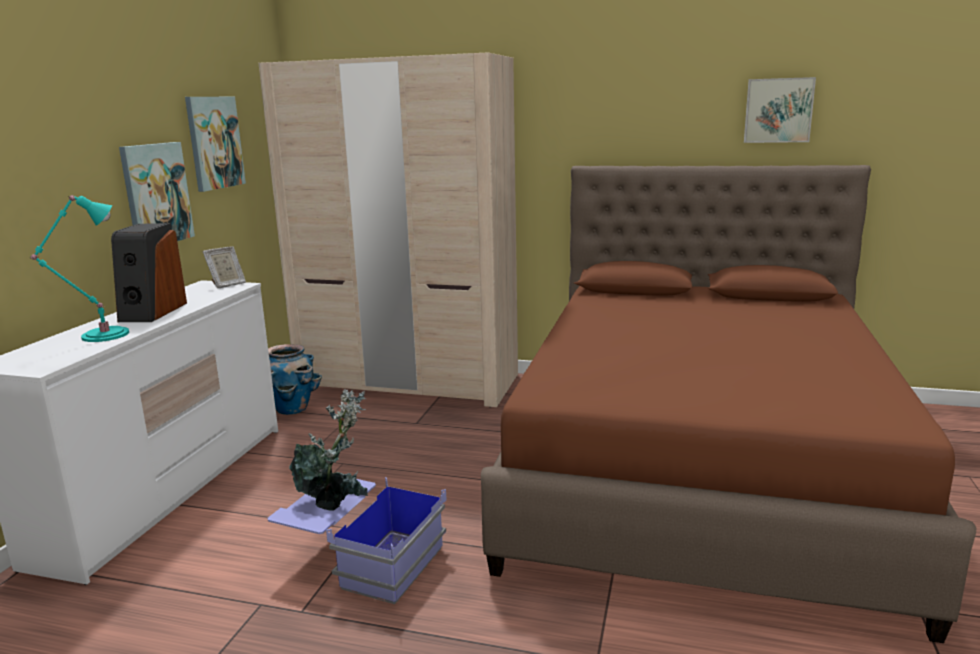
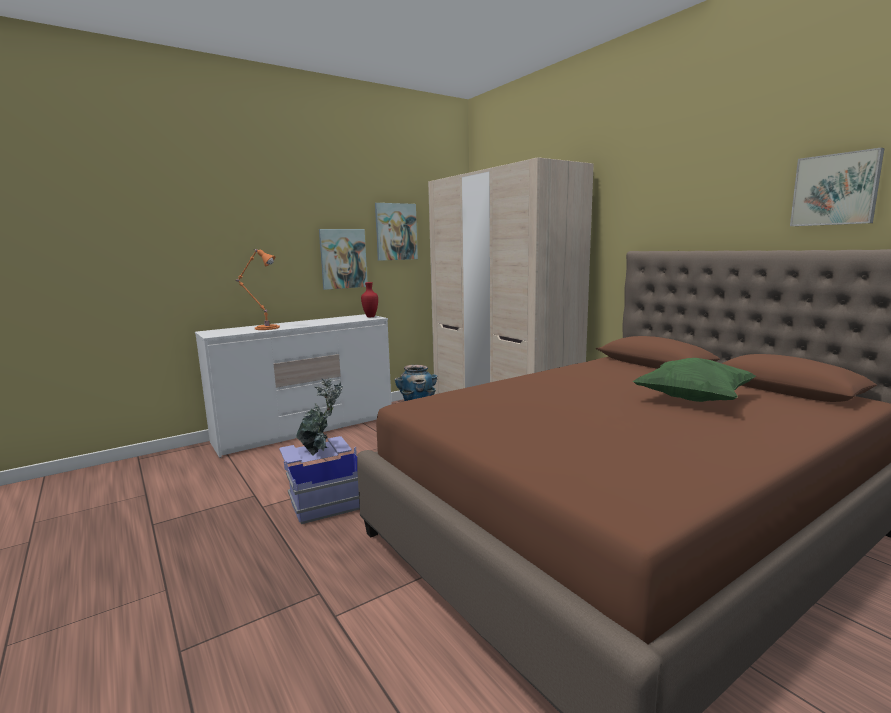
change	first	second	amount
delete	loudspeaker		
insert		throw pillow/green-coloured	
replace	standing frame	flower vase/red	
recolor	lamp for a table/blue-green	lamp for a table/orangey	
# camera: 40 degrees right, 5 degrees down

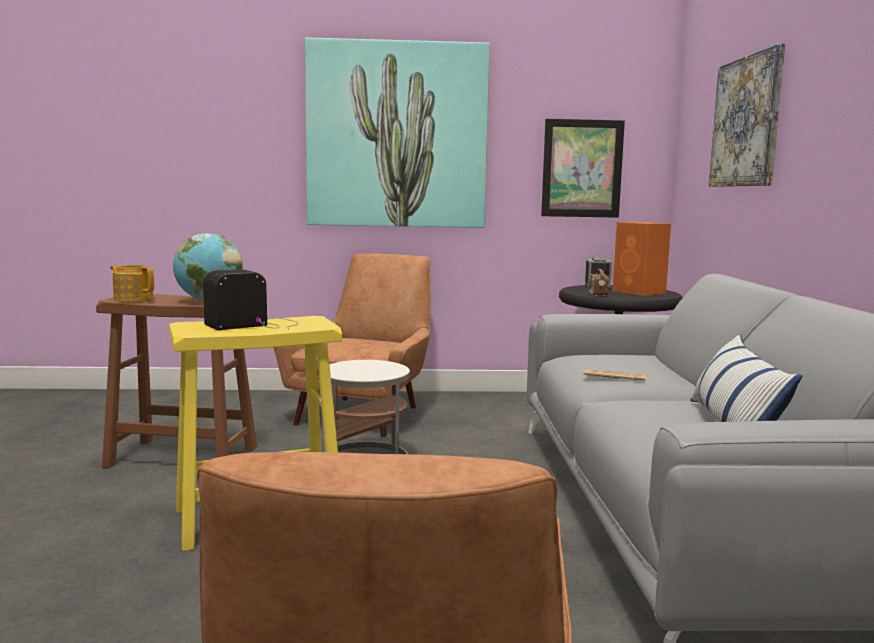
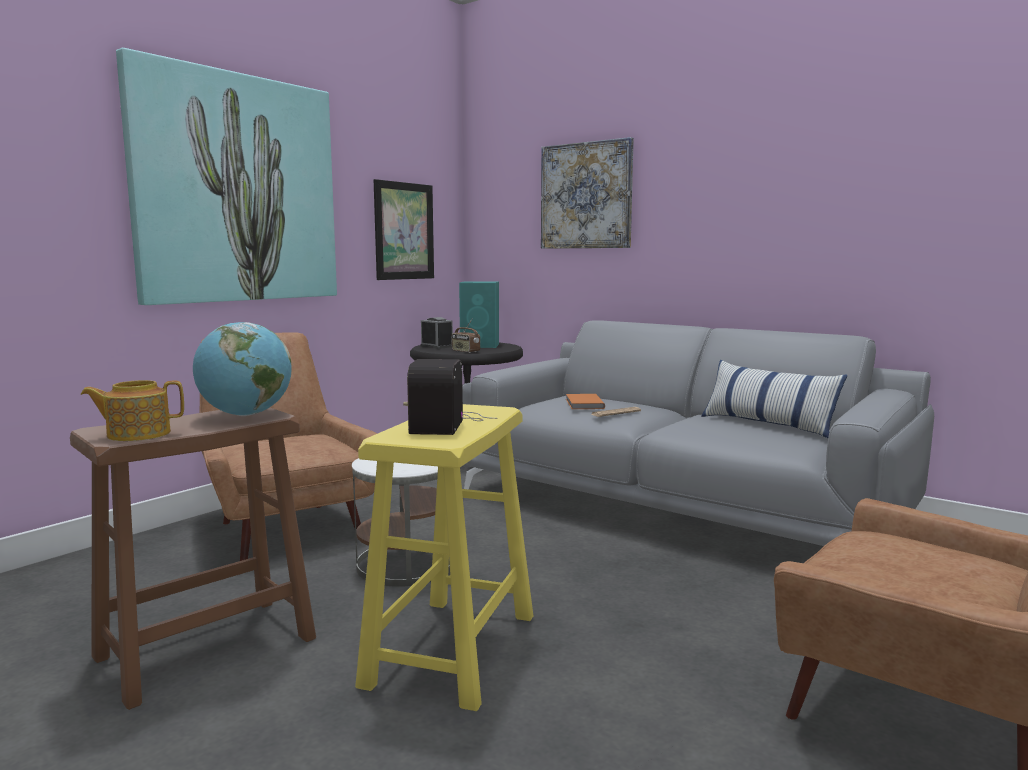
change	first	second	amount
insert		volume/orangey	
recolor	loudspeaker/orangey	loudspeaker/blue-green	
# camera: 50 degrees left, 0 degrees up

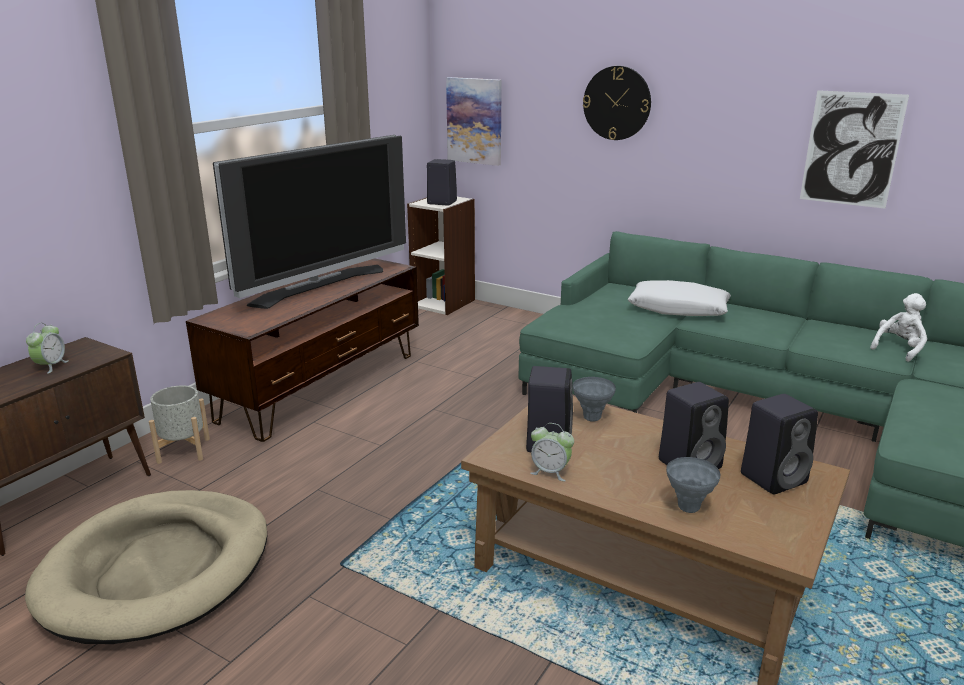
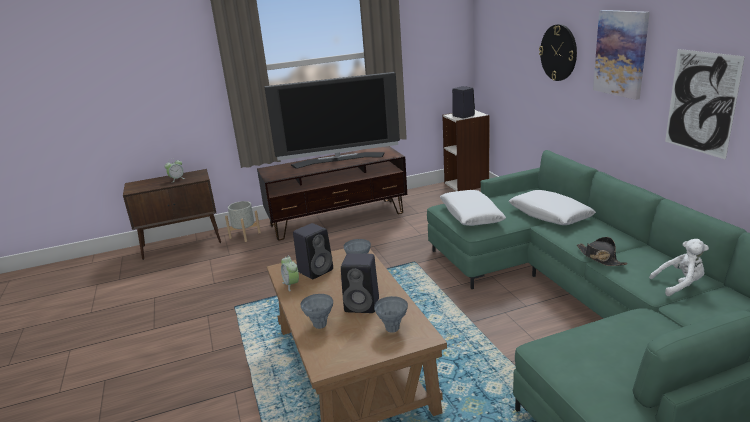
change	first	second	amount
delete	pet bed/beige		
insert		throw pillow/whitish (1st from left)	
insert		clothing hat/blackish	
move	picture (1st from left)		
replace	loudspeaker/blackish (4th from left)	flower vase/grey (3rd from left)	
# camera: 40 degrees right, 0 degrees up

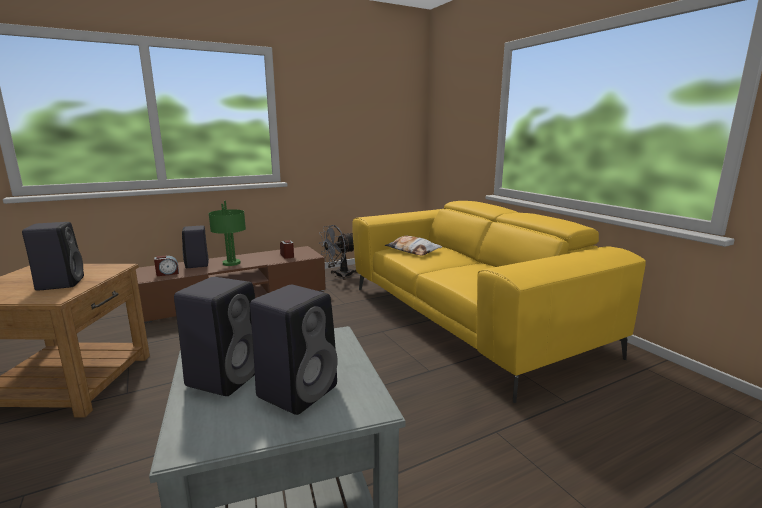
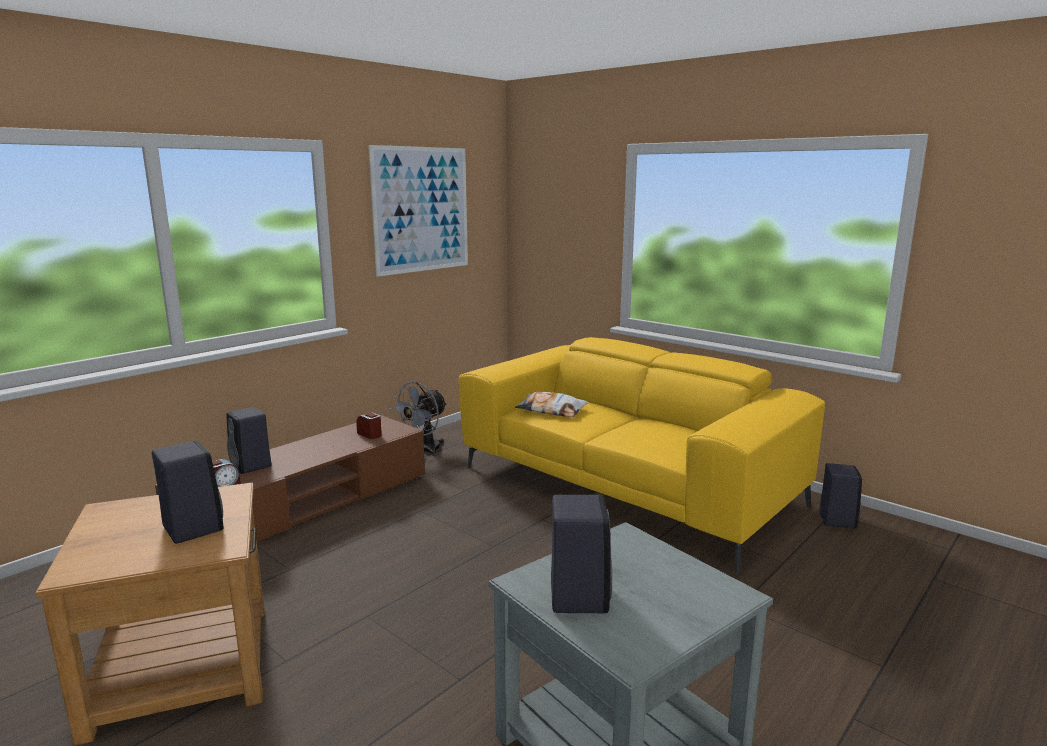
change	first	second	amount
delete	lamp for a table/green-coloured		
insert		picture	
move	loudspeaker/blackish (4th from left)		
# camera: 20 degrees left, 0 degrees up

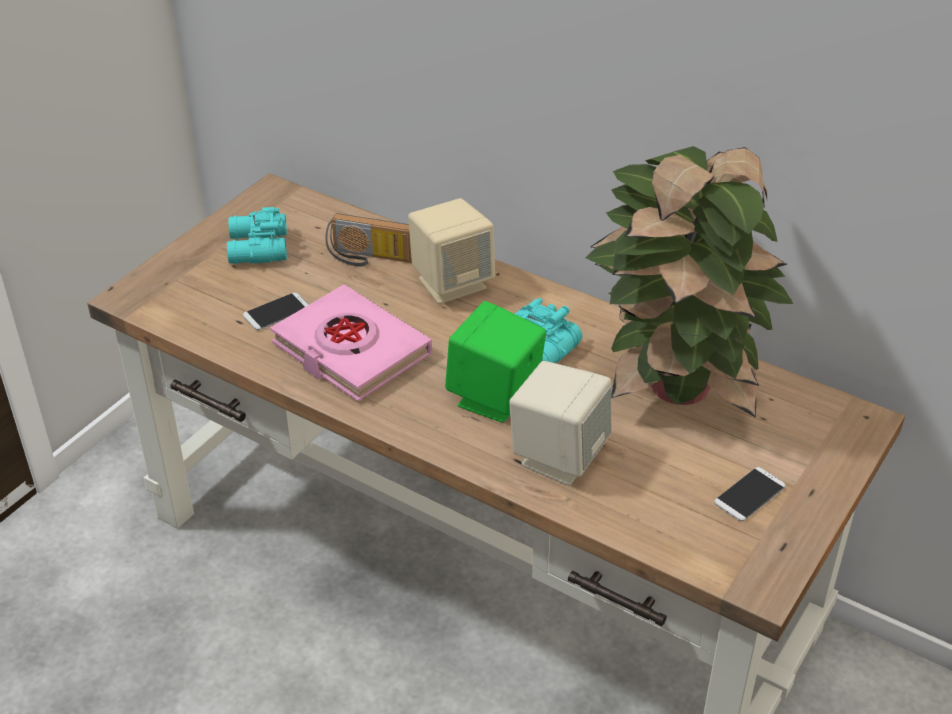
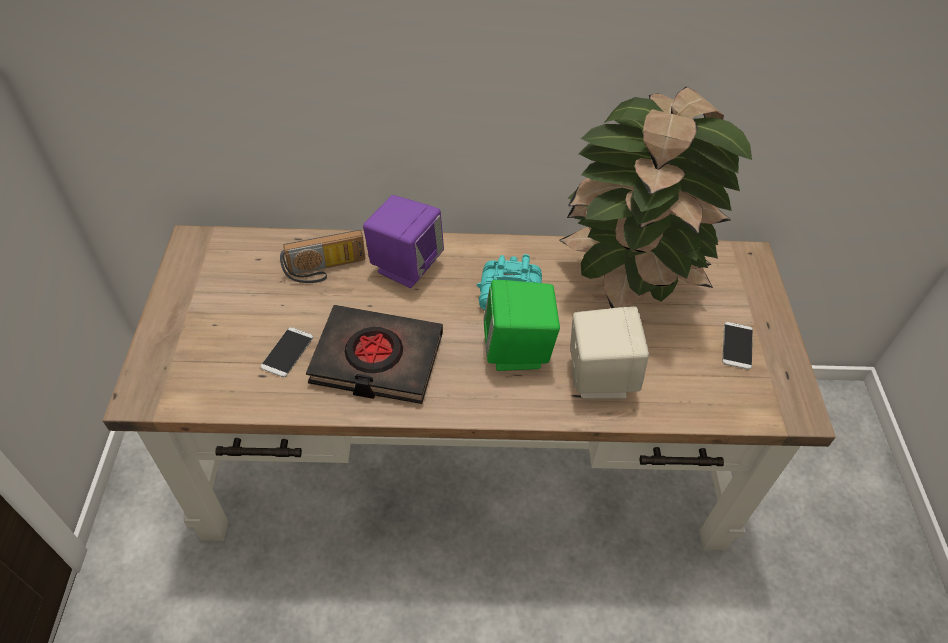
change	first	second	amount
delete	field glasses/blue-green (1st from left)		
recolor	volume/pink	volume/blackish	
recolor	loudspeaker/beige (1st from left)	loudspeaker/purplish	
# camera: 35 degrees left, 10 degrees up

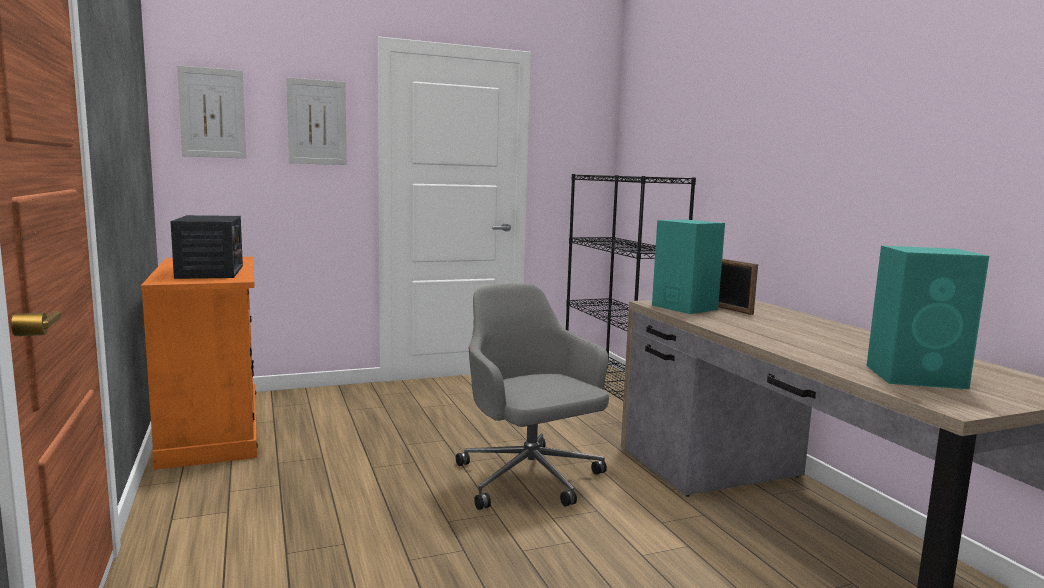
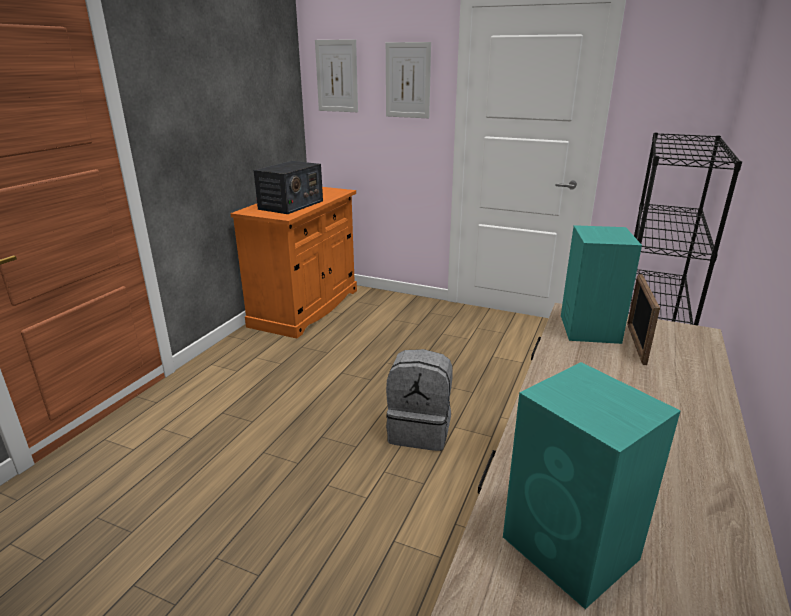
change	first	second	amount
replace	computer chair/grey	rucksack/grey	
# camera: 45 degrees right, 15 degrees up

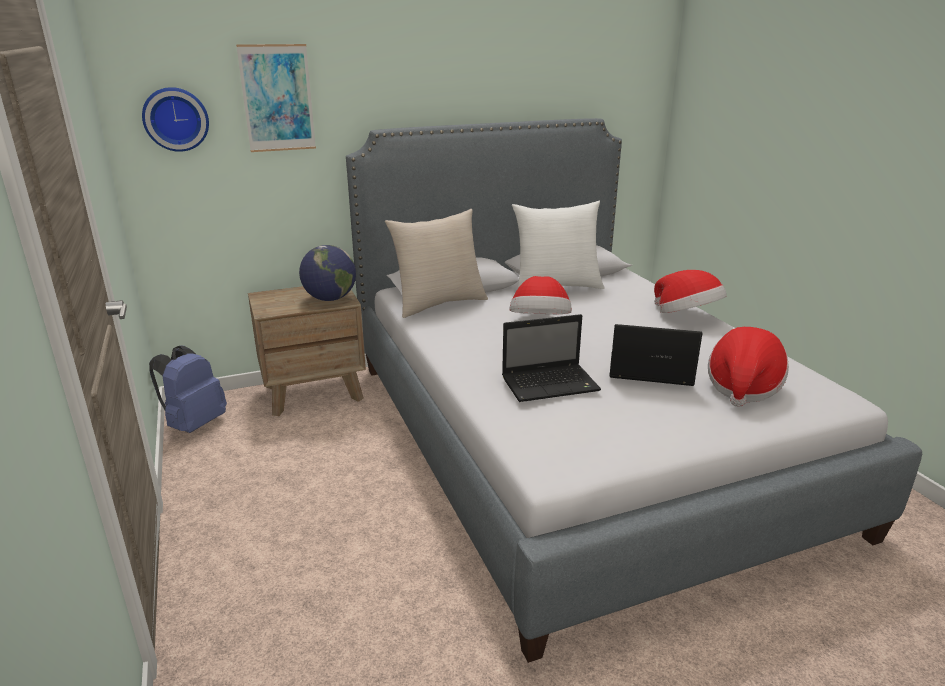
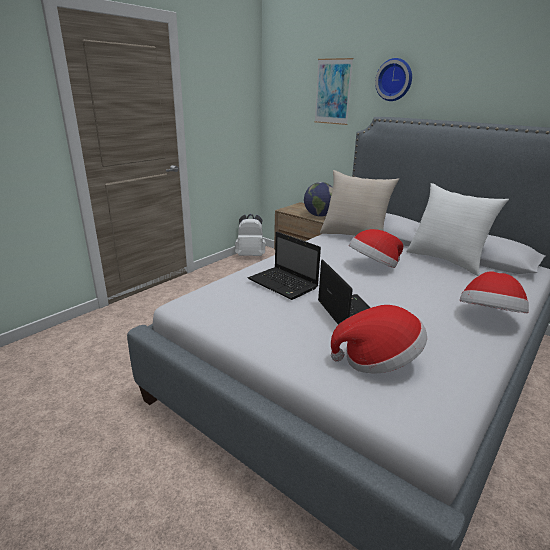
change	first	second	amount
move	wall clock		
recolor	rucksack/blue-coloured	rucksack/whitish	
# camera: 60 degrees right, 0 degrees up

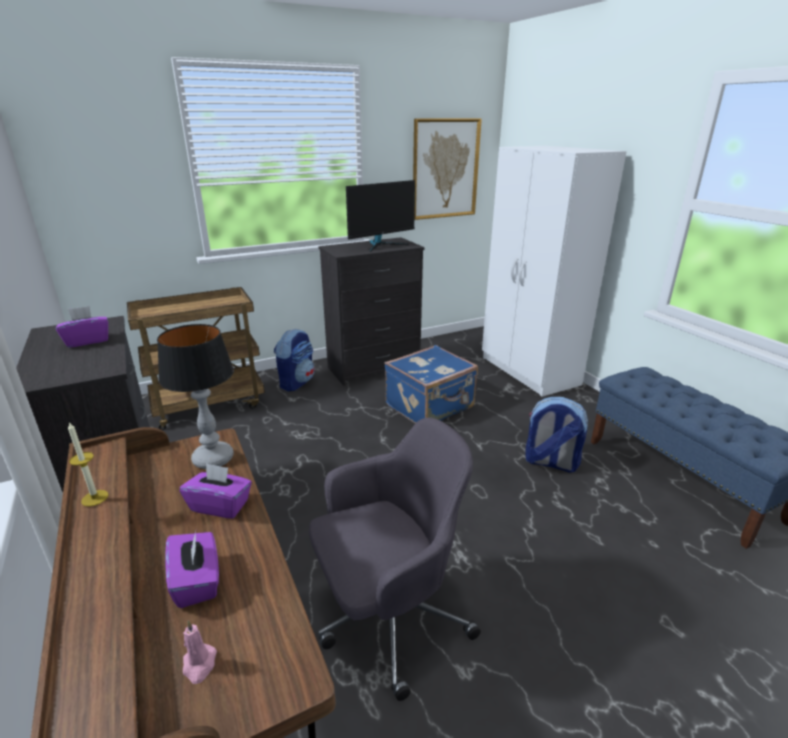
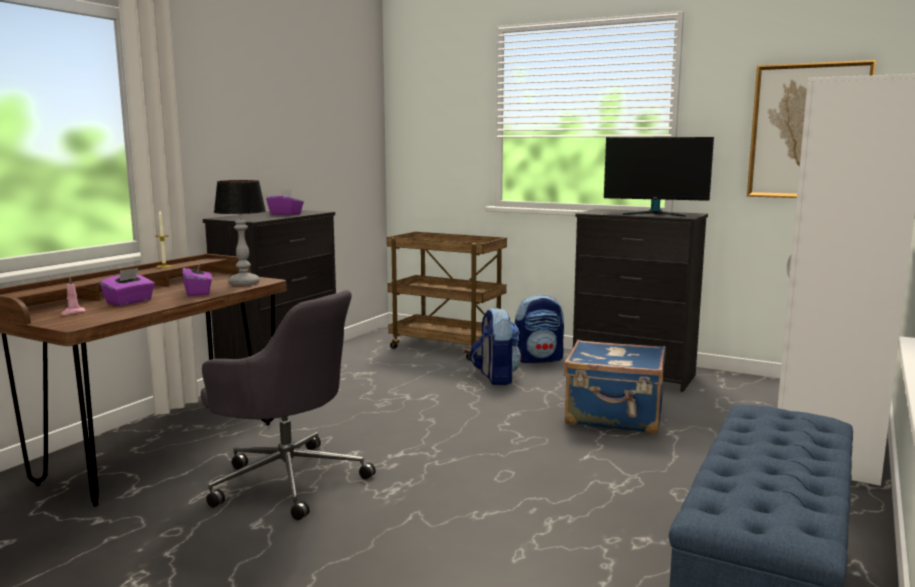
change	first	second	amount
move	rucksack (2nd from left in the first image)	rucksack (1st from left)	
# camera: 55 degrees right, 15 degrees down

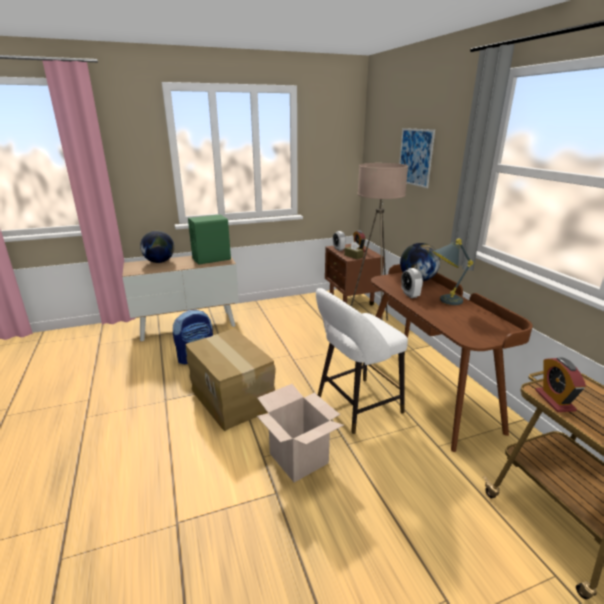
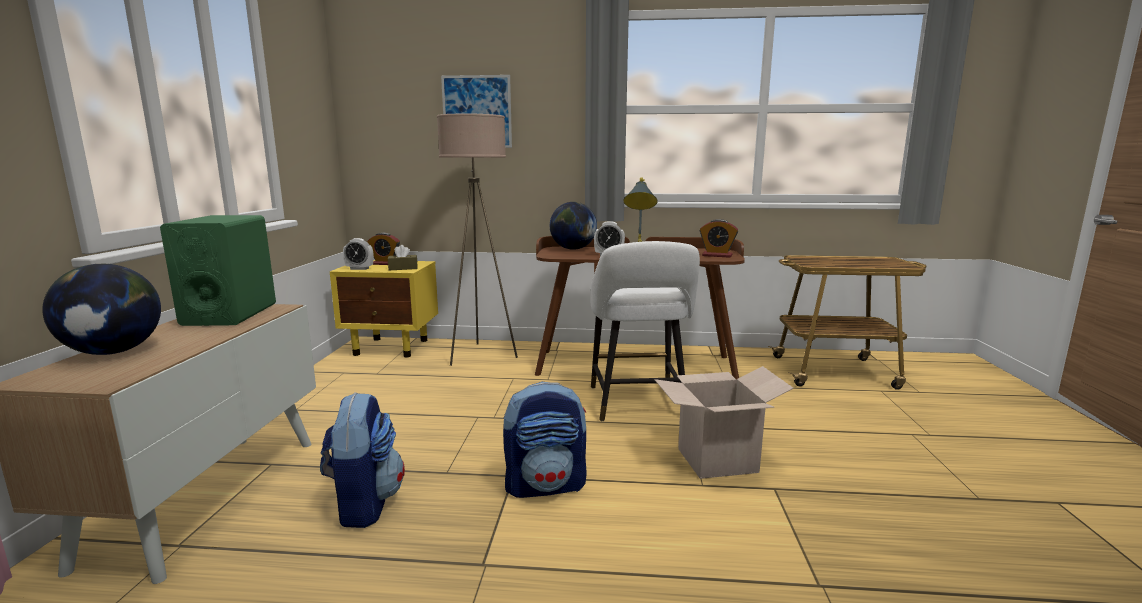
change	first	second	amount
move	table clock (4th from left)		
replace	carton (1st from left)	rucksack (2nd from left)	
recolor	nightstand/brown	nightstand/yellow	
# camera: 65 degrees left, 10 degrees down

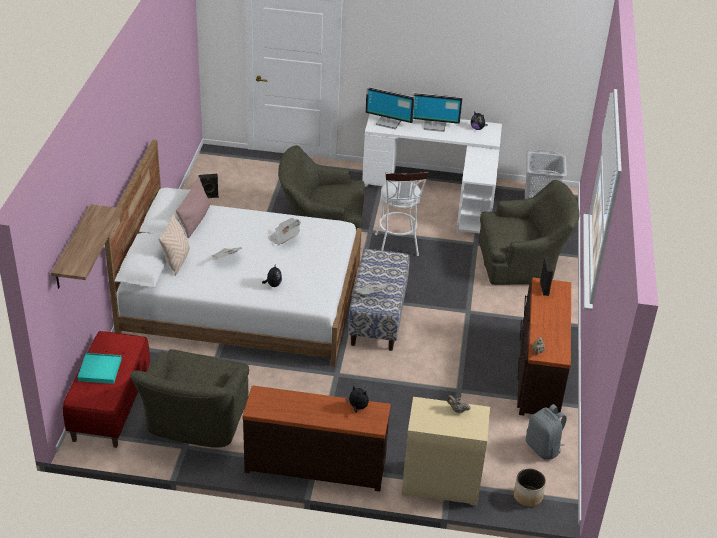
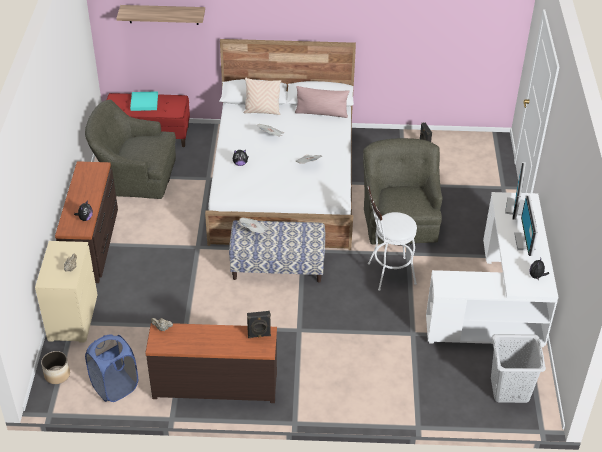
change	first	second	amount
delete	lounge chair/green-coloured (3rd from left)		
replace	rucksack/grey	washing basket/blue-coloured	
# camera: 85 degrees right, 5 degrees up

